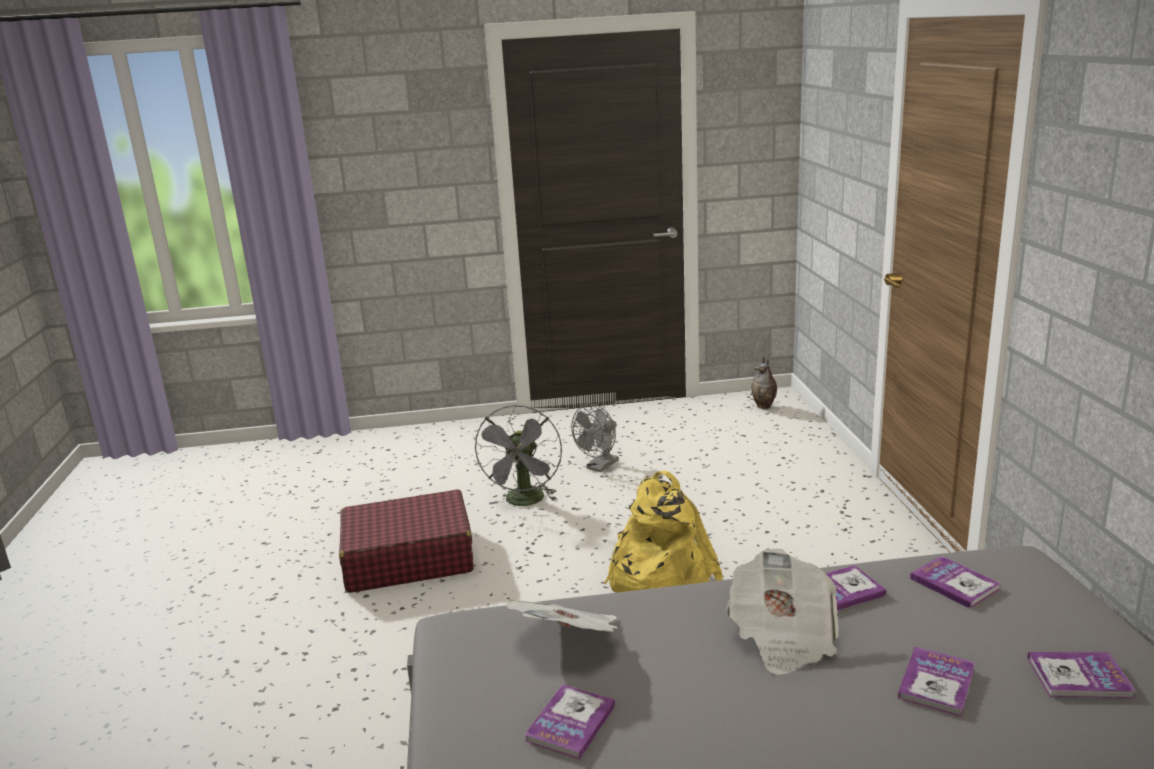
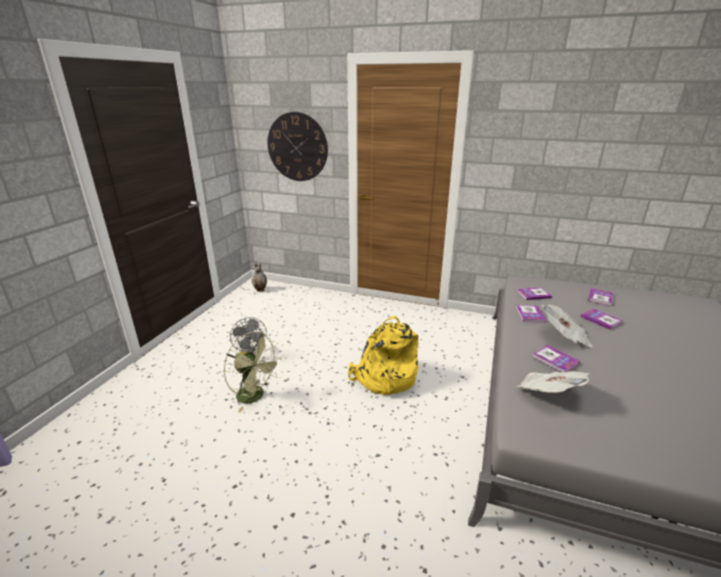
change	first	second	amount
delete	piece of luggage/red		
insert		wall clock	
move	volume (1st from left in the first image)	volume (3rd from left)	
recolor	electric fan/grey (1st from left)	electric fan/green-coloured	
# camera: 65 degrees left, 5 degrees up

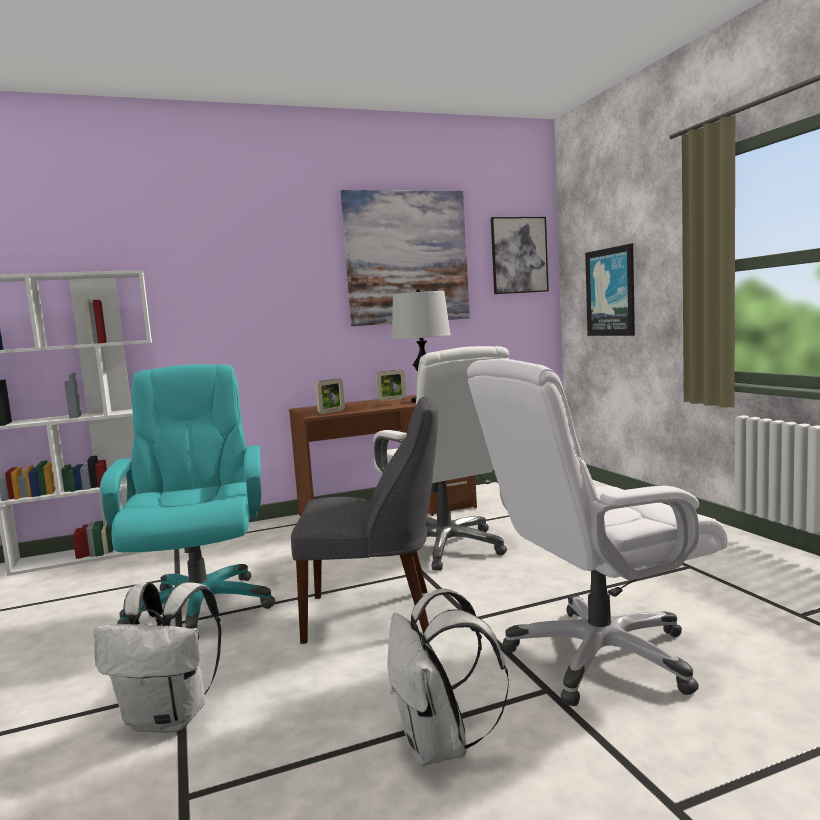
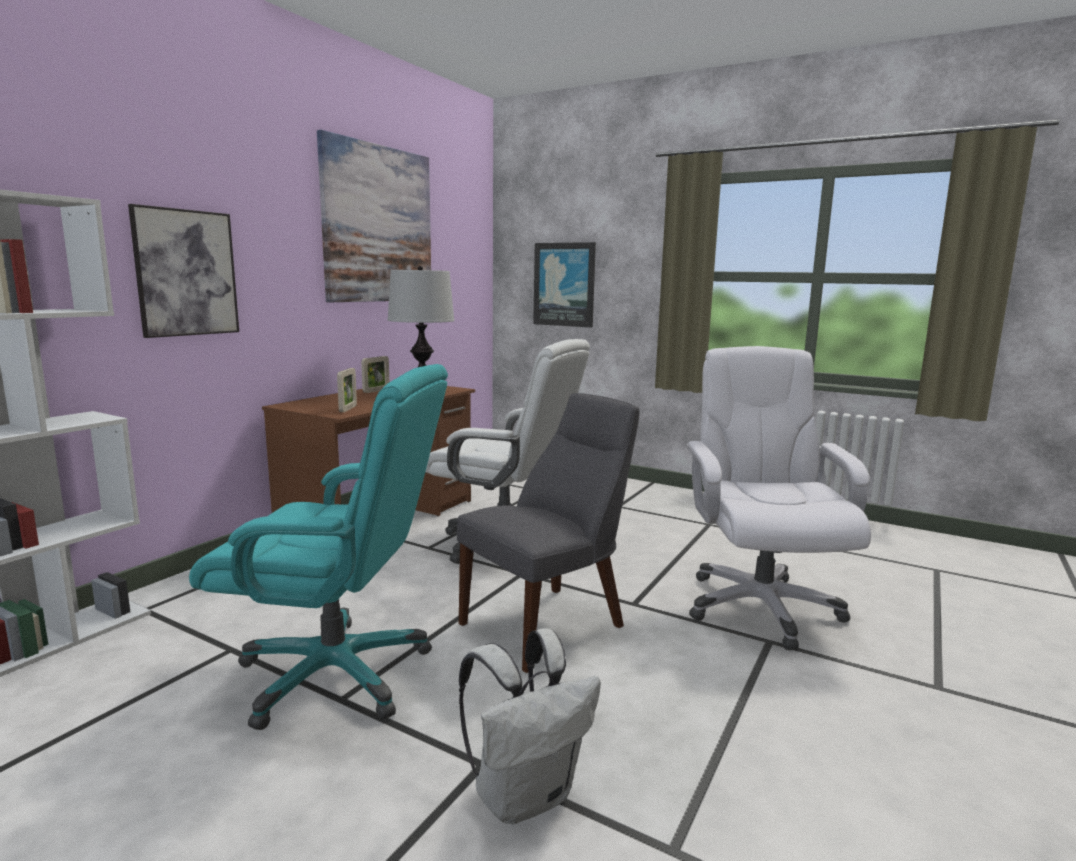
change	first	second	amount
delete	rucksack/whitish (2nd from left)		
move	picture (2nd from left in the first image)	picture (1st from left)	
rotate	computer chair/blue-green		150 degrees clockwise
rotate	computer chair/whitish (2nd from left)		150 degrees clockwise
# camera: 40 degrees left, 5 degrees up

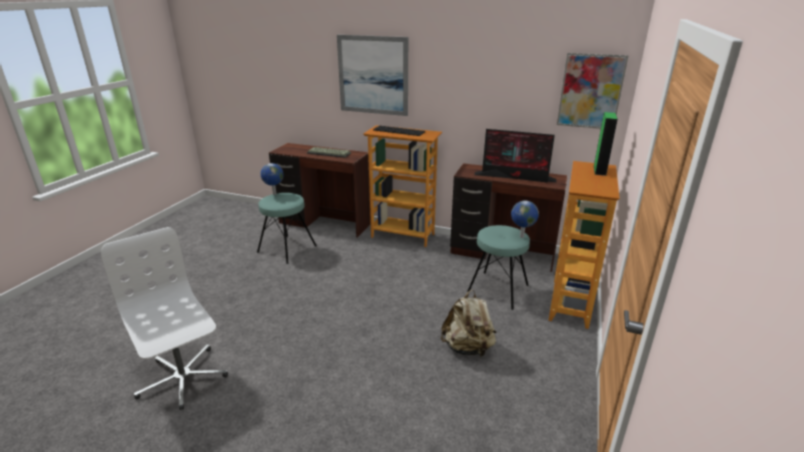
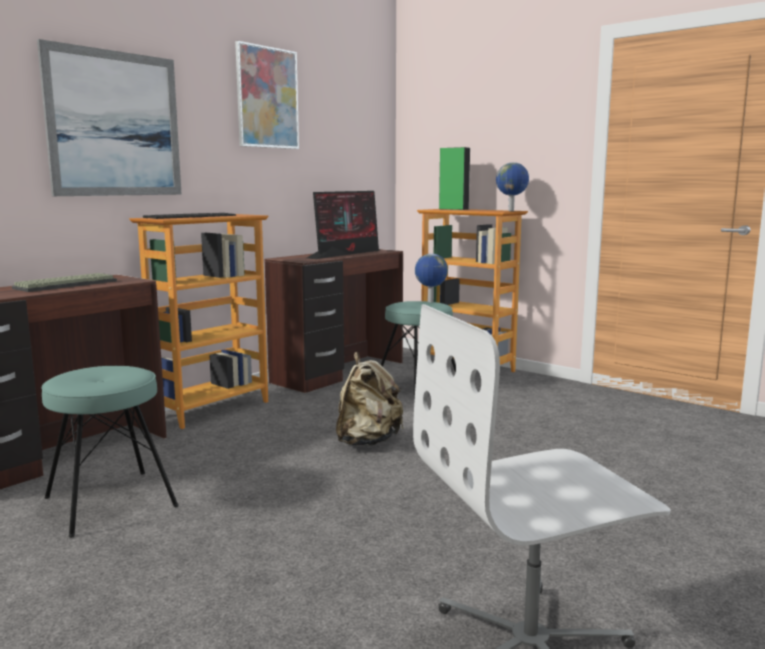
change	first	second	amount
move	world globe (1st from left in the first image)	world globe (2nd from left)	
move	rucksack/beige		
move	picture (2nd from left)		
# camera: 70 degrees left, 15 degrees down

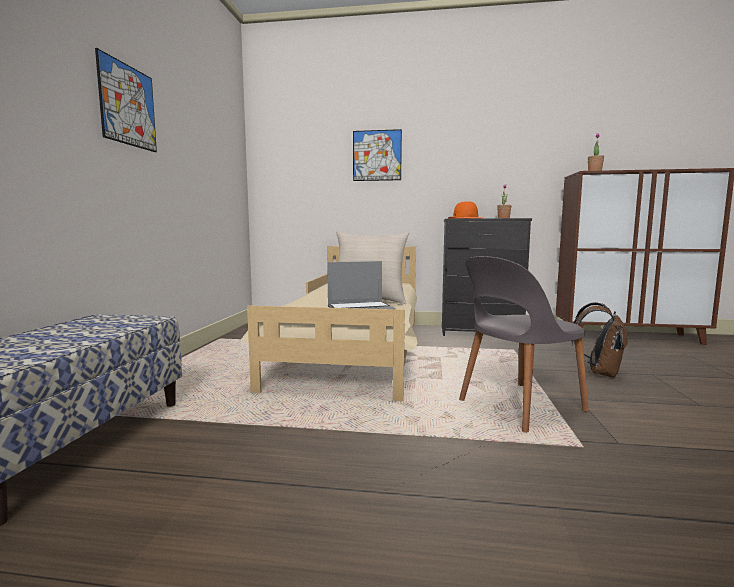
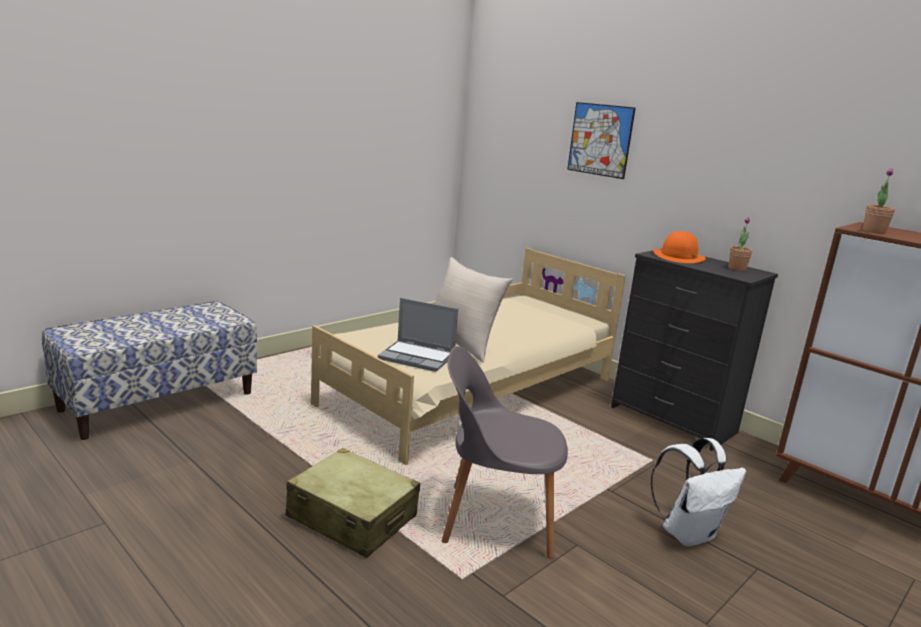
change	first	second	amount
delete	picture (1st from left)		
insert		piece of luggage/beige	
recolor	rucksack/brown	rucksack/whitish	
# camera: 35 degrees right, 10 degrees up

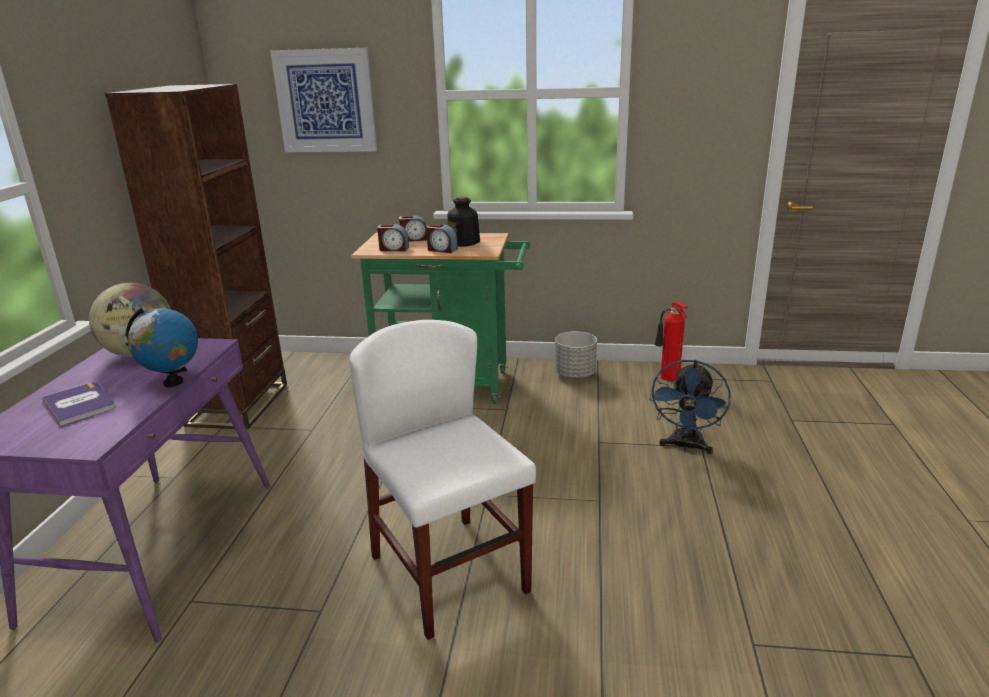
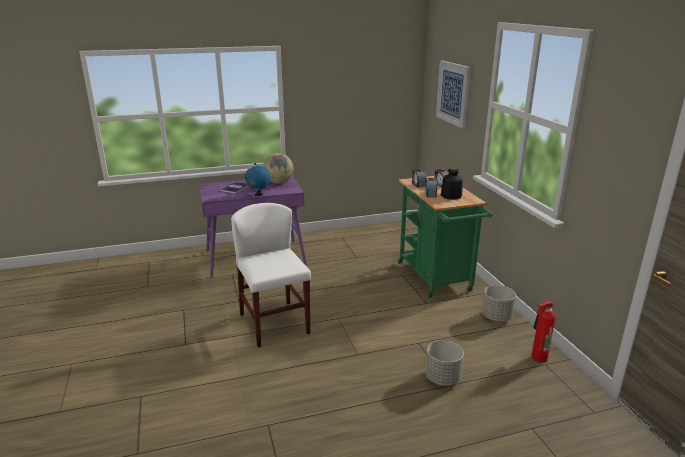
change	first	second	amount
delete	bookshelf/brown		
replace	electric fan/blue-coloured	flower pot/grey (1st from left)	
rotate	chair/whitish		60 degrees counterclockwise
# camera: 65 degrees right, 0 degrees up

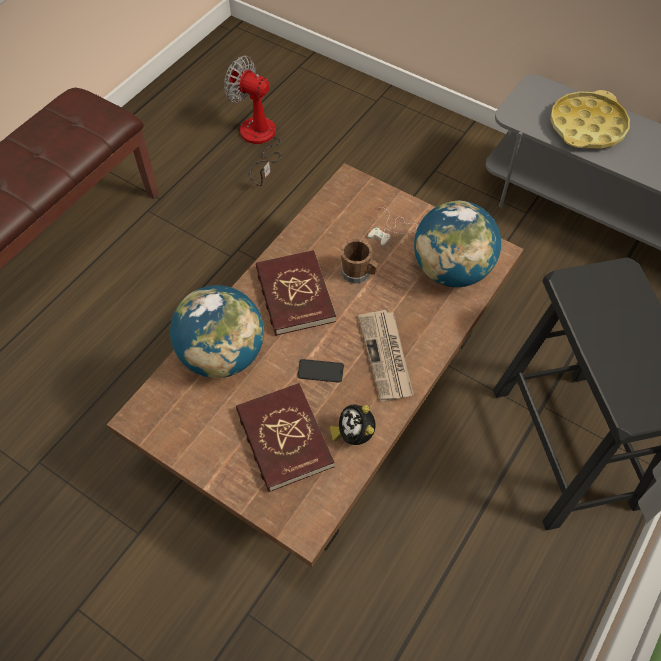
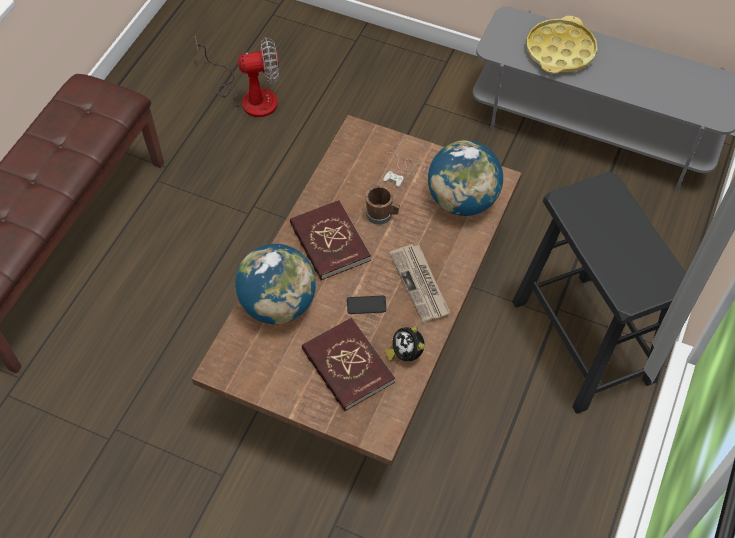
change	first	second	amount
rotate	electric fan		150 degrees clockwise
# camera: 10 degrees left, 0 degrees up

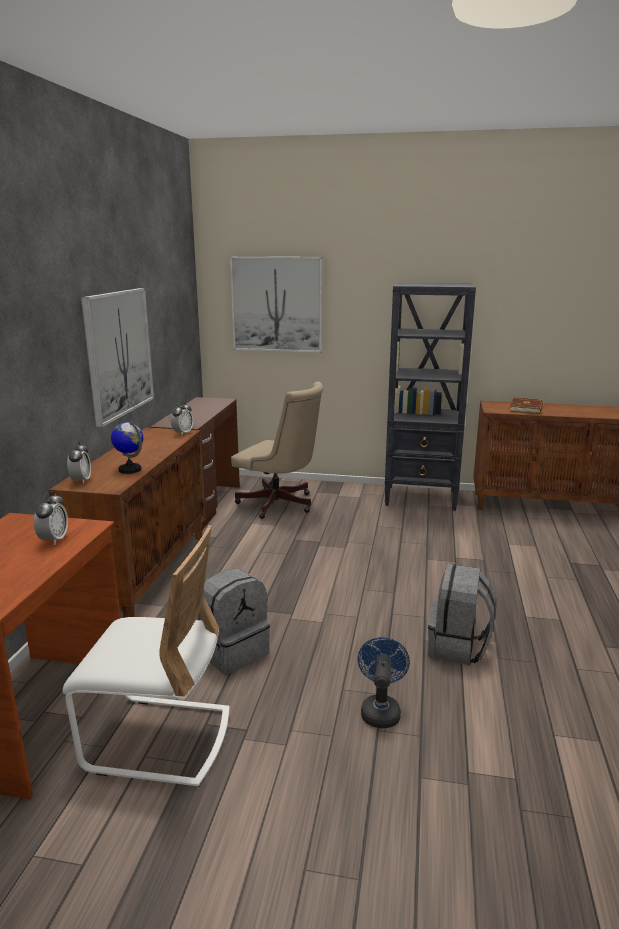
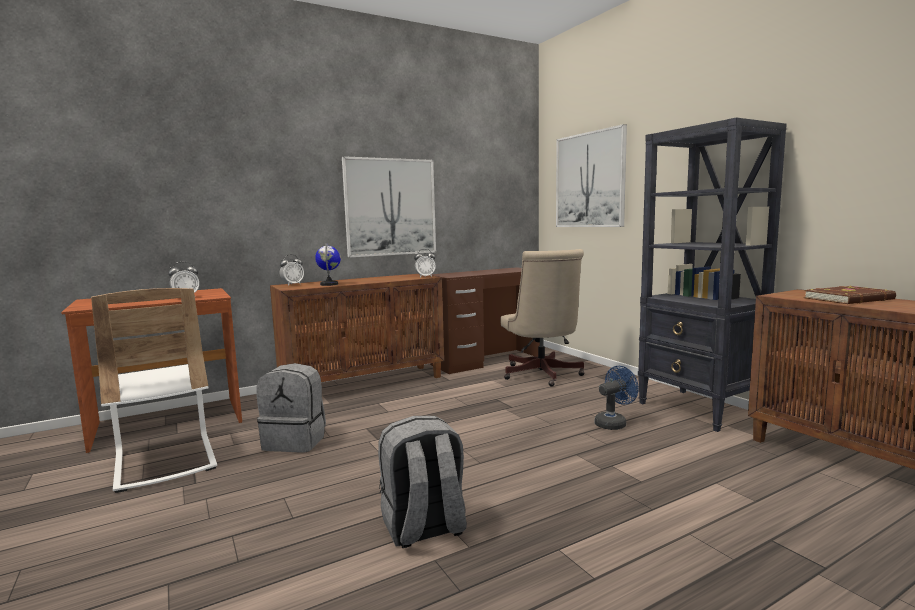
change	first	second	amount
move	electric fan/blue-coloured		
# camera: 50 degrees right, 10 degrees down

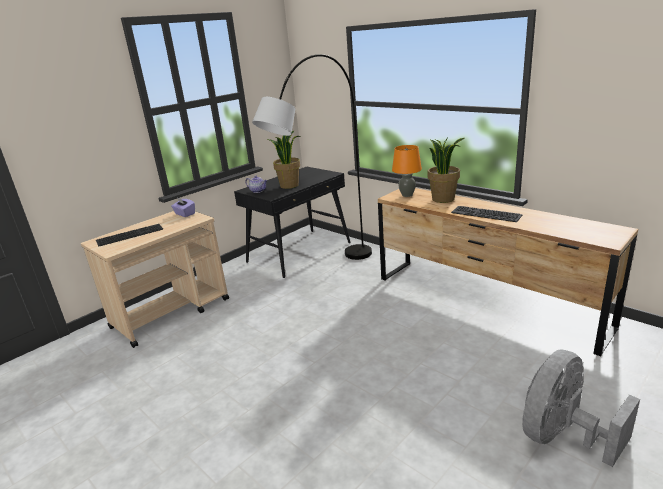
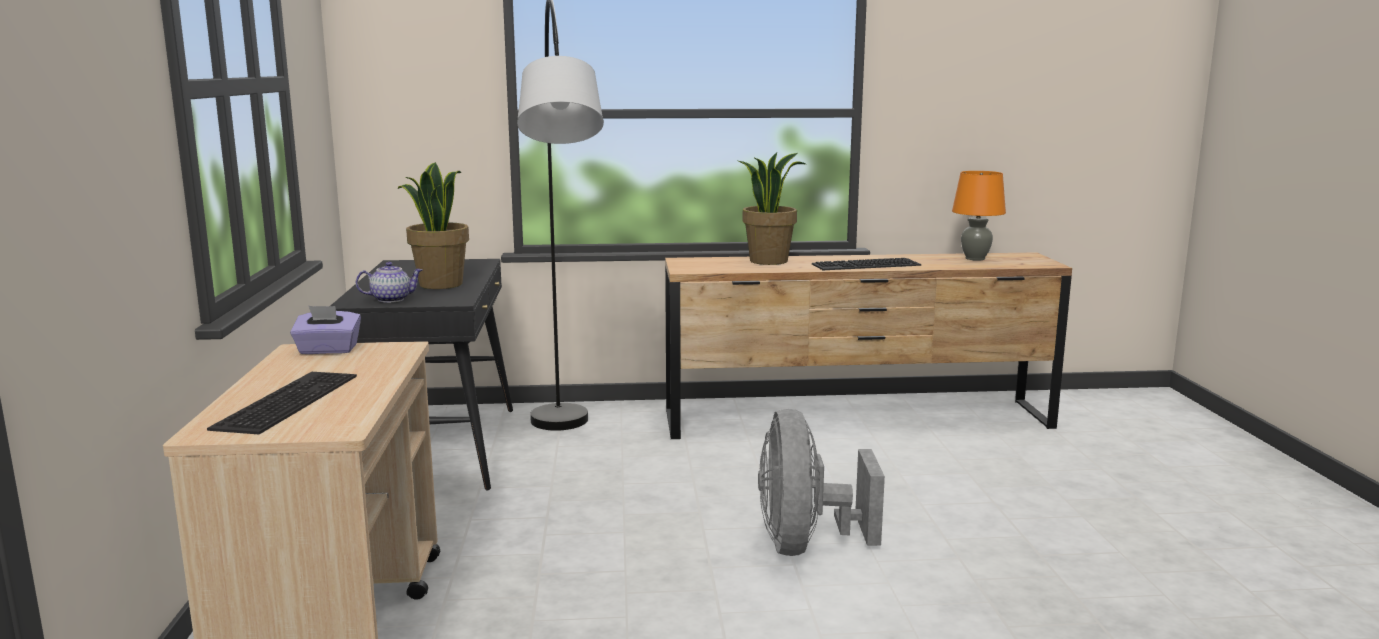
change	first	second	amount
move	lamp for a table/orangey		
move	electric fan/grey		
# camera: 50 degrees left, 10 degrees down

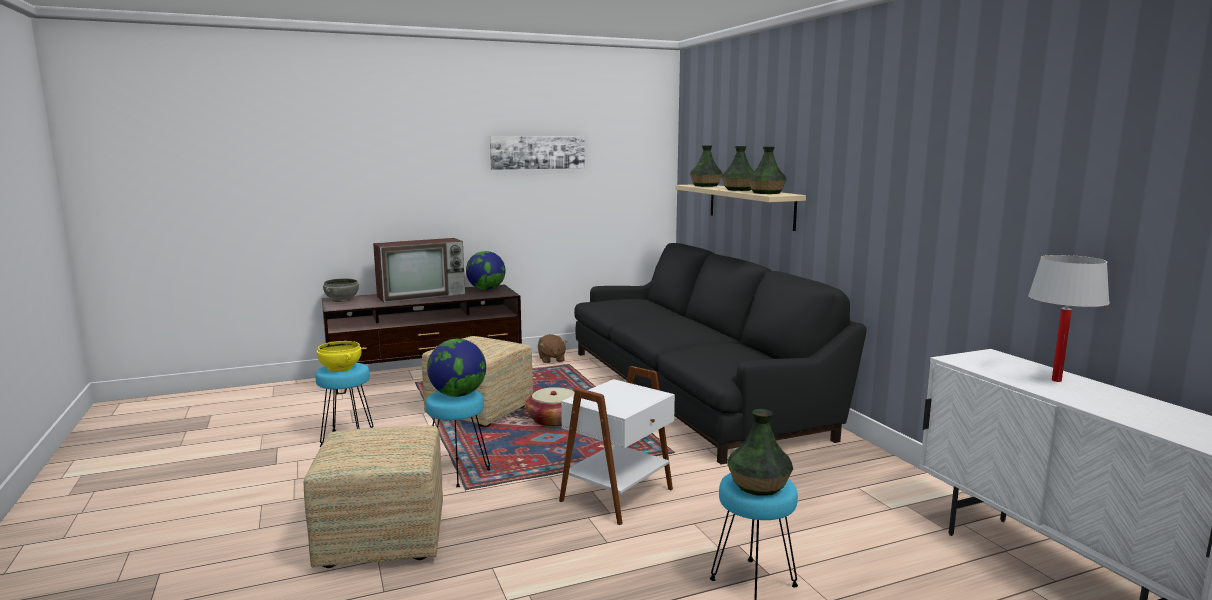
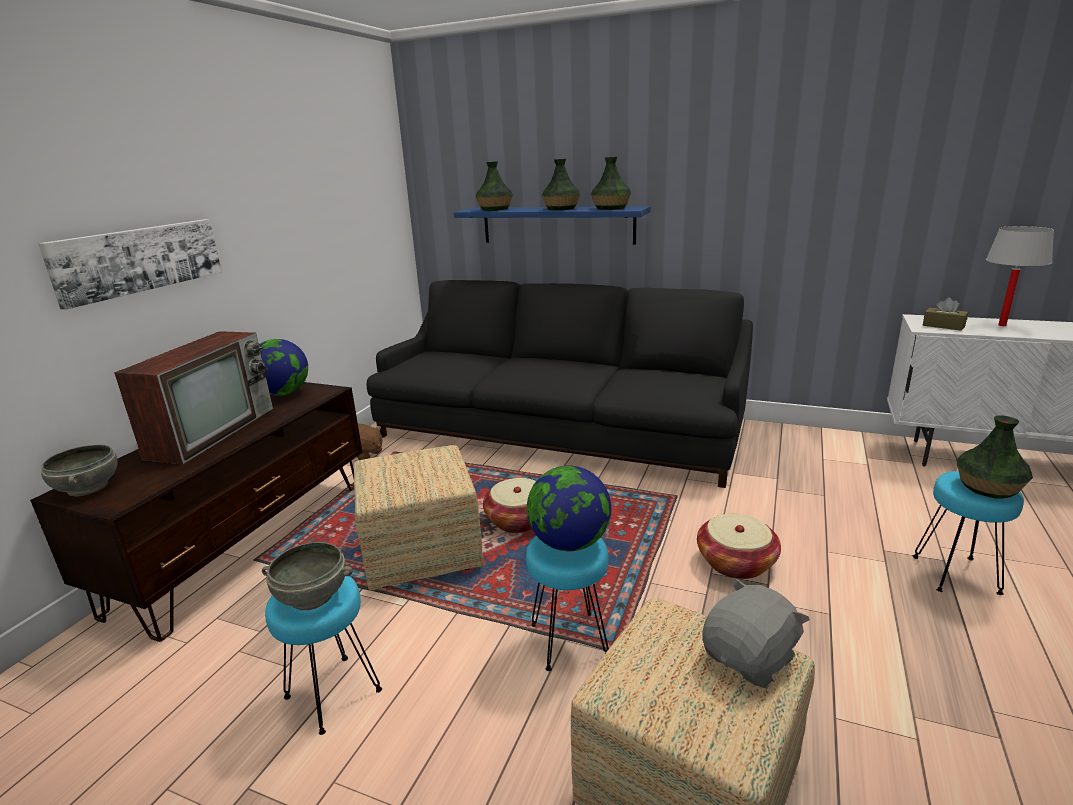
change	first	second	amount
insert		plush toy/grey	
insert		tissue box/brown	
move	picture		
replace	accent table/whitish	household basket (2nd from left)	
recolor	deep dish/yellow	deep dish/grey (2nd from left)	
recolor	wall shelf/beige	wall shelf/blue-coloured	
# camera: 45 degrees left, 10 degrees up

